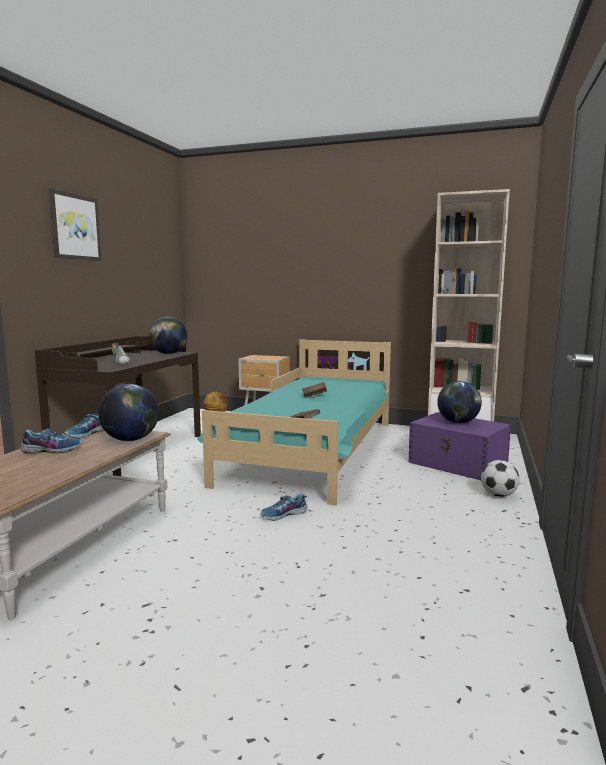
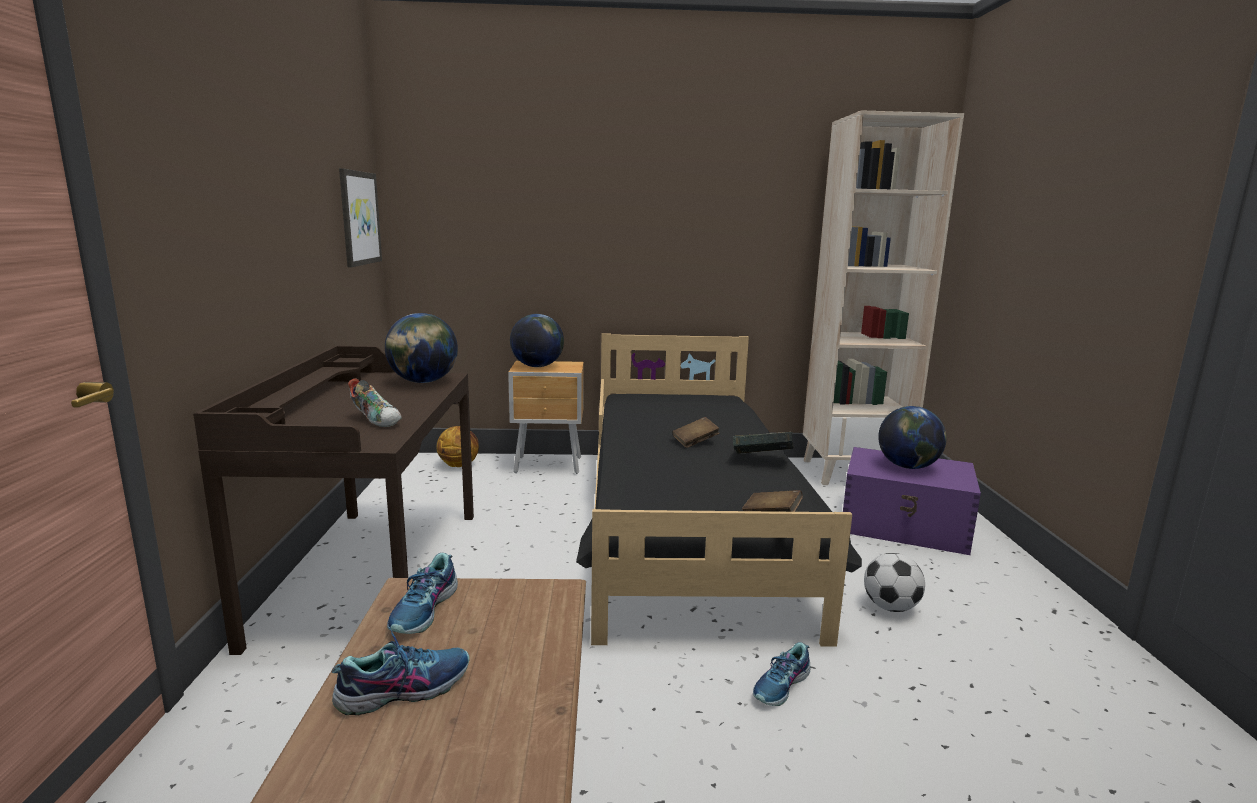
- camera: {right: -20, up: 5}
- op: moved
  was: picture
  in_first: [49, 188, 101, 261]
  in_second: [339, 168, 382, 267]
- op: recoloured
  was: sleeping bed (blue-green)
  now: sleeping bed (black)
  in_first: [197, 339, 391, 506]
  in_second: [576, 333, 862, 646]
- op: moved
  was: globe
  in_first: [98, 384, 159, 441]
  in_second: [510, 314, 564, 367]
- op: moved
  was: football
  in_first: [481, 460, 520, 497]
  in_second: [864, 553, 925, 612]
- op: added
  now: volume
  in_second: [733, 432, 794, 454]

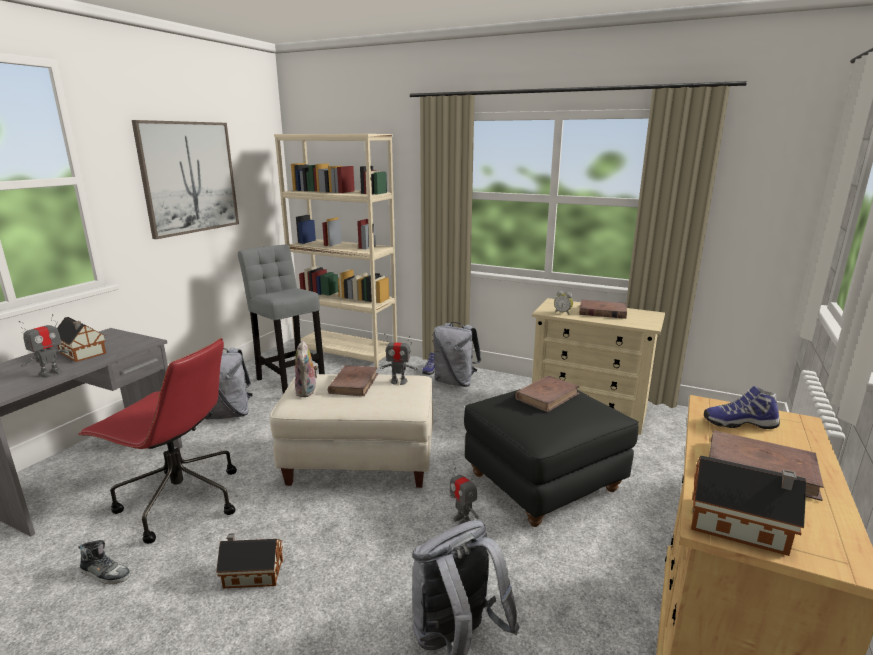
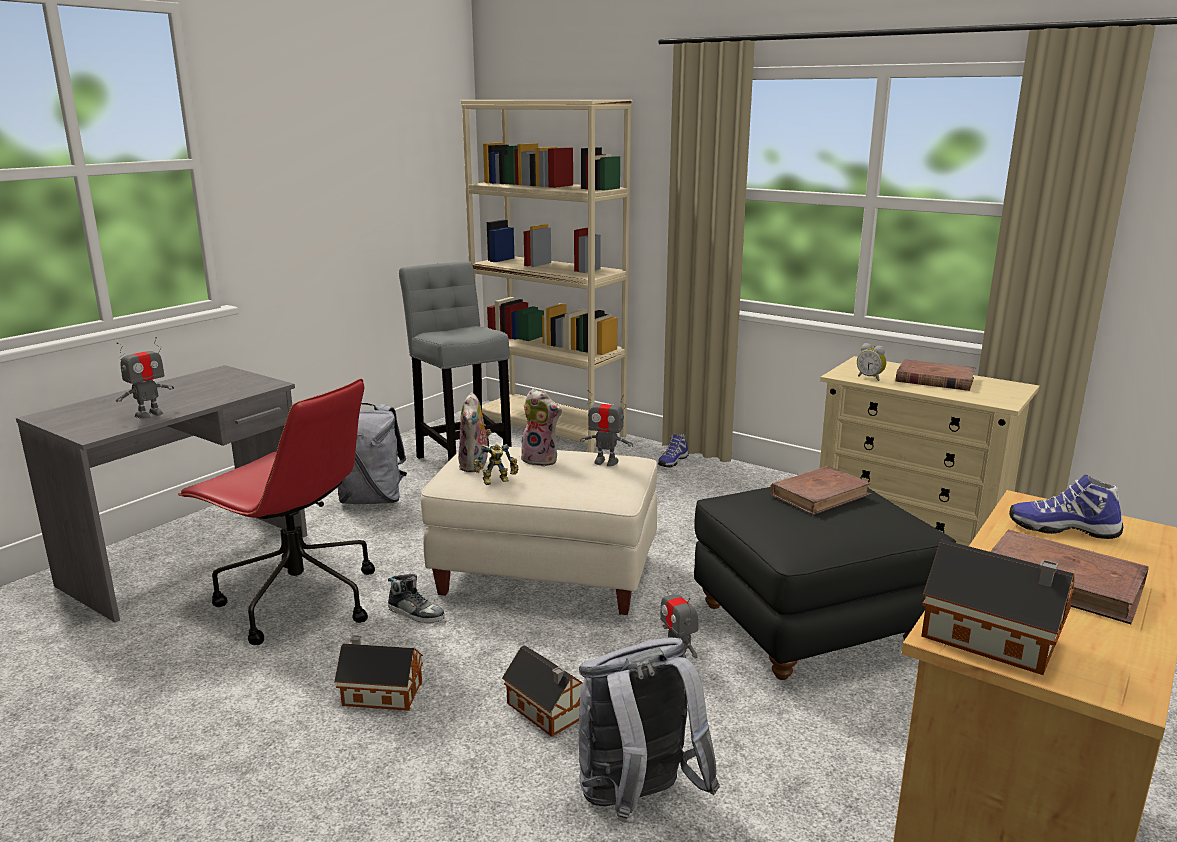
- camera: {right: 10, up: 0}
- op: removed
  was: picture
  in_first: [132, 120, 239, 239]
- op: moved
  was: miniature house
  in_first: [57, 317, 106, 362]
  in_second: [502, 645, 583, 737]
- op: removed
  was: knapsack (gray)
  in_first: [433, 322, 481, 387]
- op: replaced
  was: volume (brown-coloured)
  now: soft toy
  in_first: [328, 365, 378, 396]
  in_second: [521, 389, 562, 467]
- op: moved
  was: item of footwear
  in_first: [79, 540, 131, 584]
  in_second: [388, 574, 445, 623]
- op: added
  now: toy robot
  in_second: [474, 444, 518, 485]

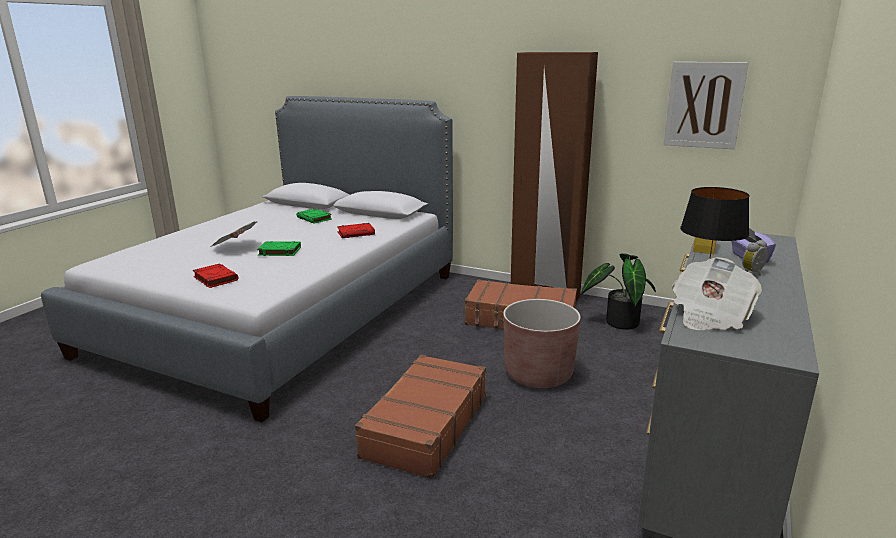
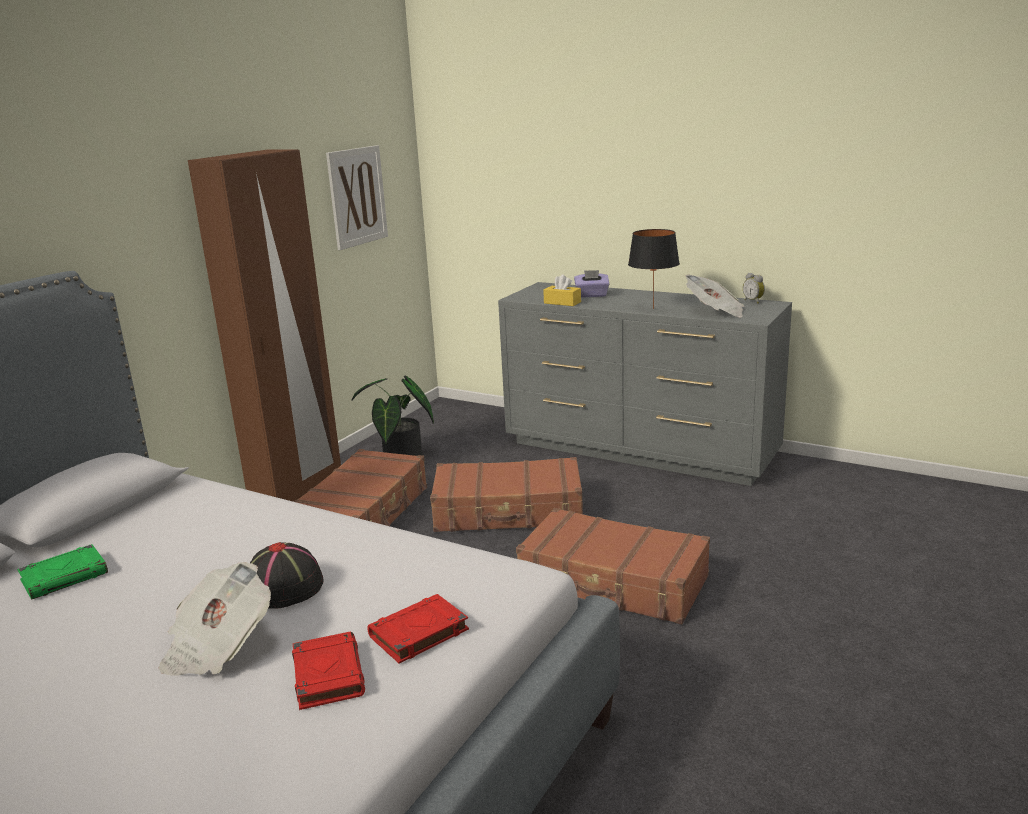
- camera: {right: -85, up: 0}
- op: moved
  was: volume (red-coloured)
  in_first: [337, 223, 375, 238]
  in_second: [292, 632, 365, 710]
- op: moved
  was: alarm clock
  in_first: [742, 240, 768, 276]
  in_second: [743, 273, 765, 304]
- op: replaced
  was: volume (green)
  now: hat (black)
  in_first: [257, 241, 301, 256]
  in_second: [250, 542, 324, 609]
- op: replaced
  was: flower pot (brown-coloured)
  now: piece of luggage (brown-coloured)
  in_first: [503, 299, 581, 388]
  in_second: [430, 457, 583, 532]

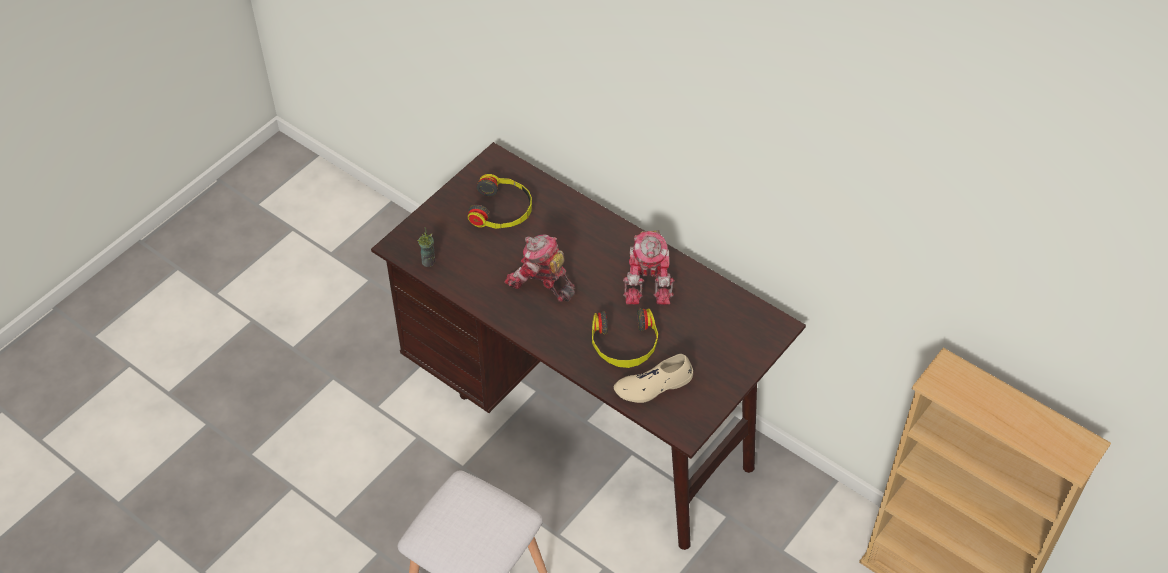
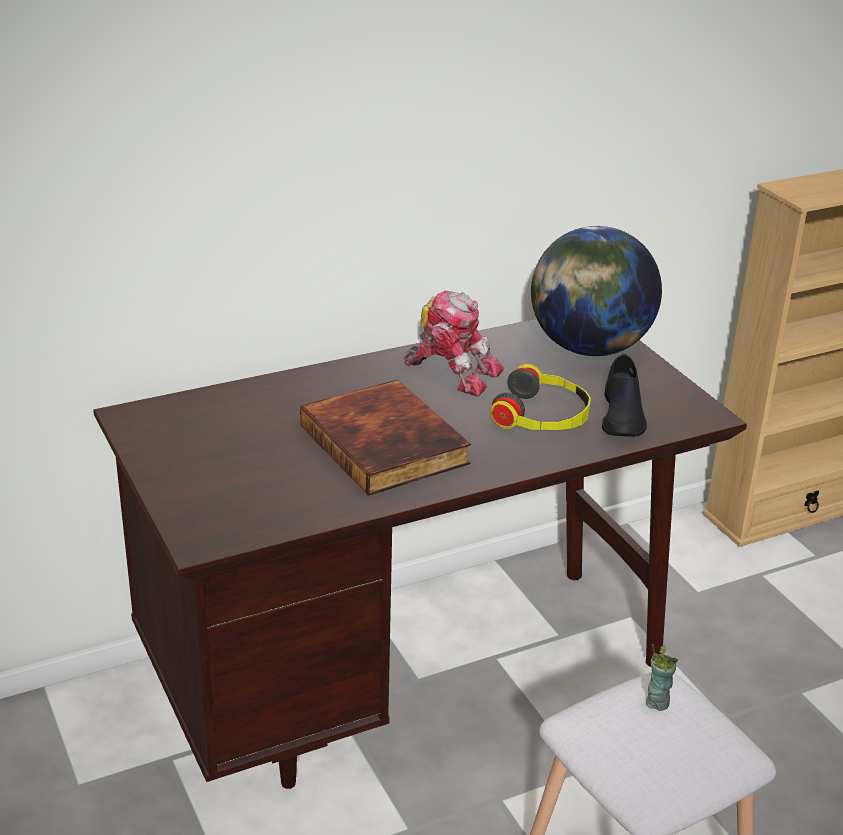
- camera: {right: -65, up: -20}
- op: removed
  was: headphones
  in_first: [468, 174, 532, 229]
- op: moved
  was: drinking cup
  in_first: [417, 227, 435, 267]
  in_second: [646, 644, 678, 711]
- op: replaced
  was: toy robot
  now: volume
  in_first: [504, 235, 575, 302]
  in_second: [300, 379, 471, 496]
- op: recoloured
  was: item of footwear (beige-coloured)
  now: item of footwear (black)
  in_first: [614, 354, 693, 403]
  in_second: [602, 354, 647, 437]
- op: added
  now: globe
  in_second: [531, 226, 662, 356]

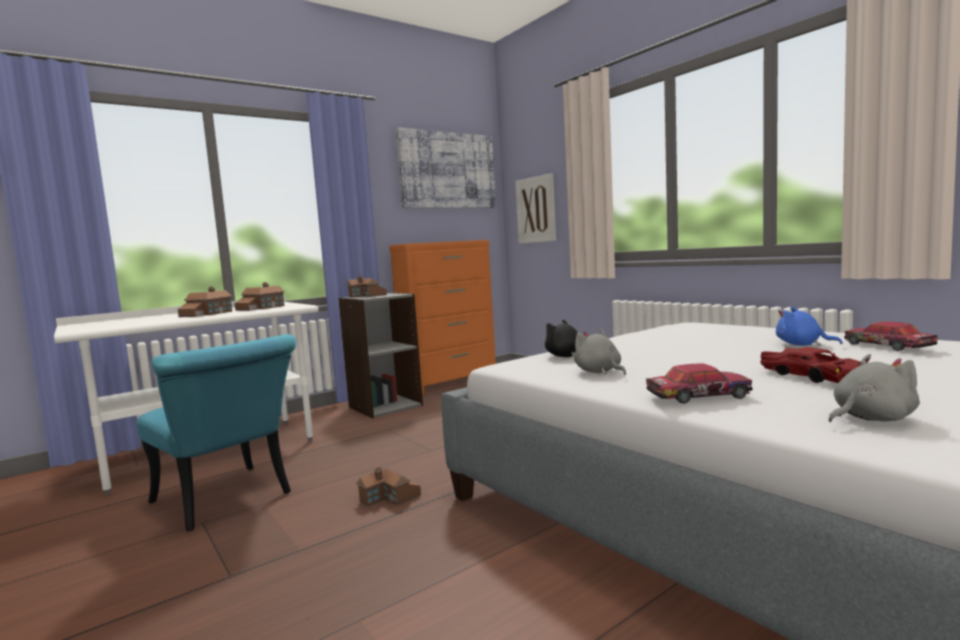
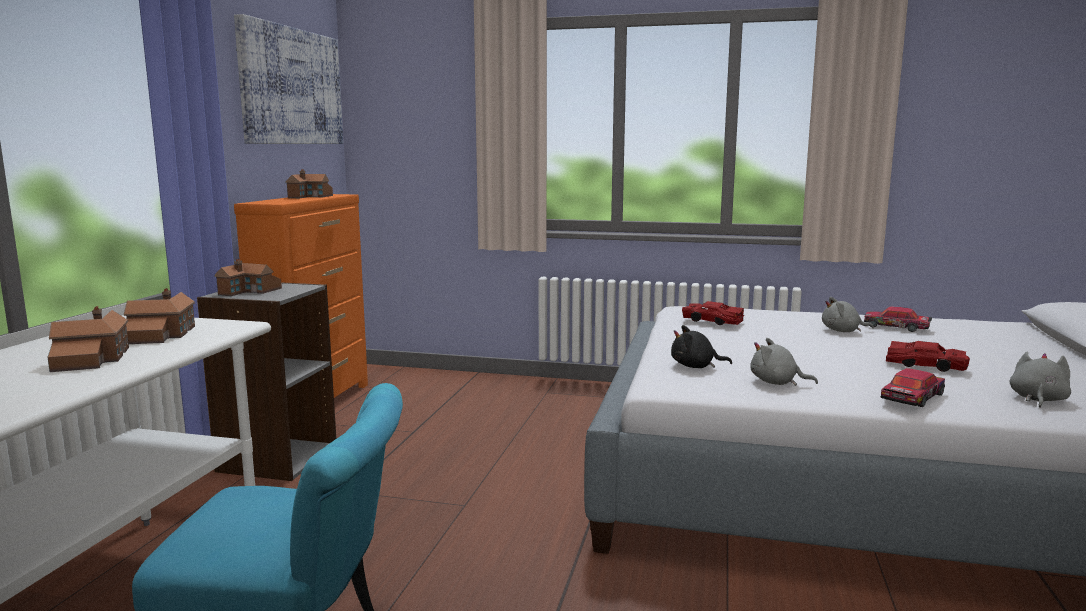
- camera: {right: -40, up: 5}
- op: removed
  was: picture
  in_first: [515, 173, 556, 243]
- op: recoloured
  was: soft toy (blue)
  now: soft toy (gray)
  in_first: [776, 307, 842, 346]
  in_second: [822, 297, 874, 332]
- op: moved
  was: miniature house
  in_first: [356, 467, 421, 506]
  in_second: [285, 169, 333, 198]
- op: added
  now: toy car (red-coloured)
  in_second: [682, 301, 744, 325]

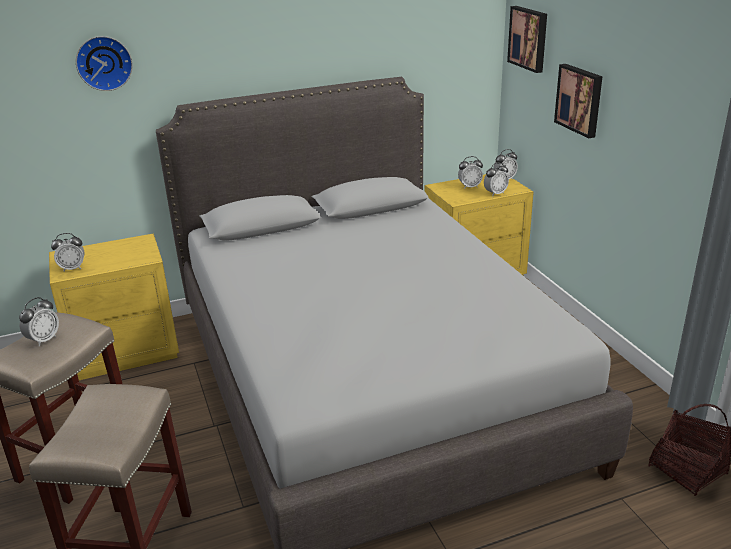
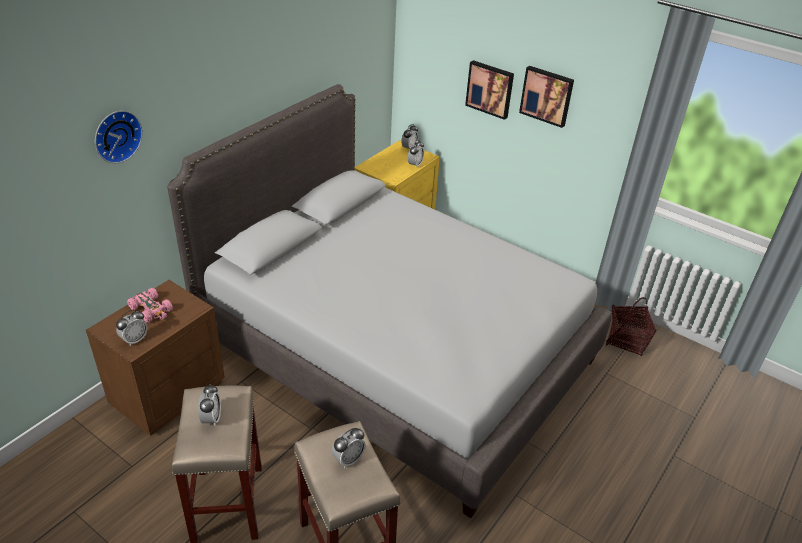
- camera: {right: -35, up: 10}
- op: moved
  was: picture
  in_first: [507, 6, 547, 73]
  in_second: [519, 66, 574, 128]
- op: moved
  was: alarm clock
  in_first: [458, 156, 483, 189]
  in_second: [332, 428, 366, 468]
- op: recoloured
  was: bedside table (yellow-coloured)
  now: bedside table (brown-coloured)
  in_first: [49, 233, 179, 380]
  in_second: [86, 280, 225, 436]
- op: added
  now: toy car (pink-coloured)
  in_second: [127, 288, 173, 323]

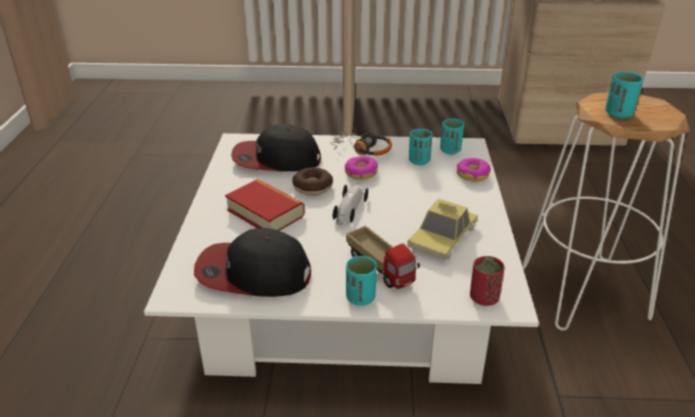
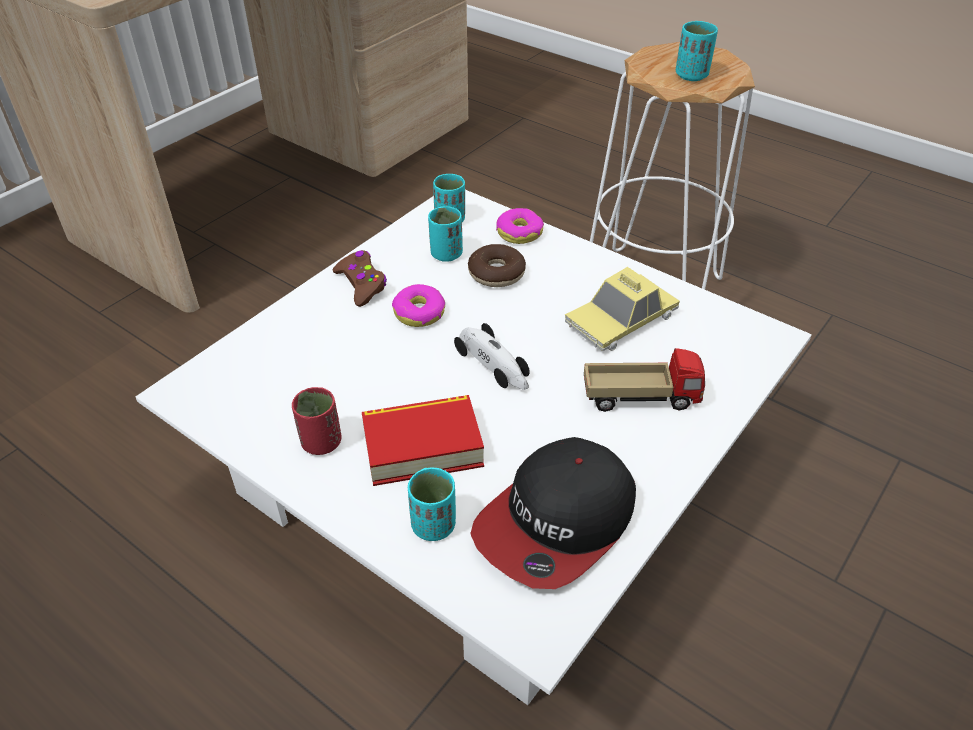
- camera: {right: -55, up: 10}
- op: removed
  was: baseball cap
  in_first: [231, 124, 321, 172]
- op: replaced
  was: headphones
  now: joypad (brown-coloured)
  in_first: [330, 127, 392, 156]
  in_second: [332, 250, 387, 307]
- op: moved
  was: doughnut
  in_first: [292, 167, 333, 196]
  in_second: [468, 244, 526, 287]
- op: turned
  was: toy car
  in_first: [407, 198, 478, 260]
  in_second: [565, 267, 680, 351]
  clockwise: 75
- op: moved
  was: drinking cup (blue-green)
  in_first: [346, 256, 377, 306]
  in_second: [408, 467, 456, 541]
- op: moved
  was: drinking cup (red-coloured)
  in_first: [470, 256, 505, 306]
  in_second: [292, 387, 342, 455]

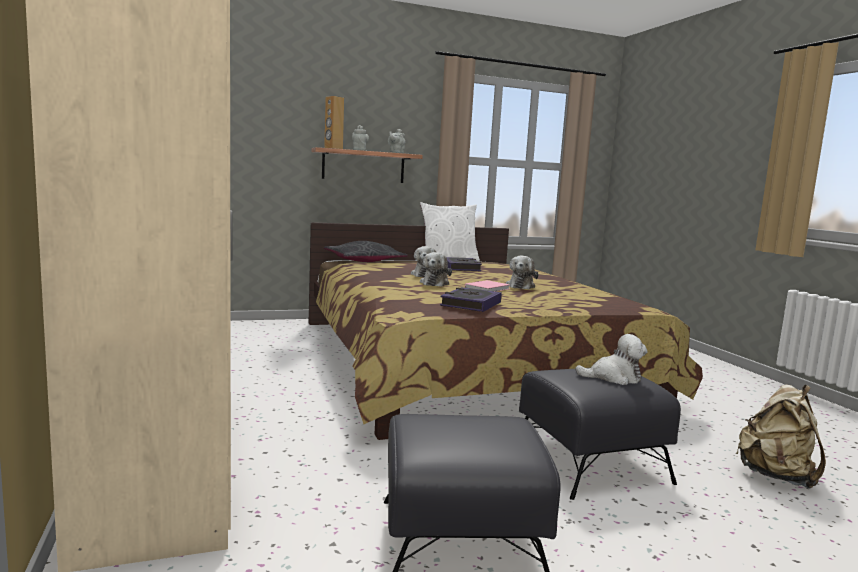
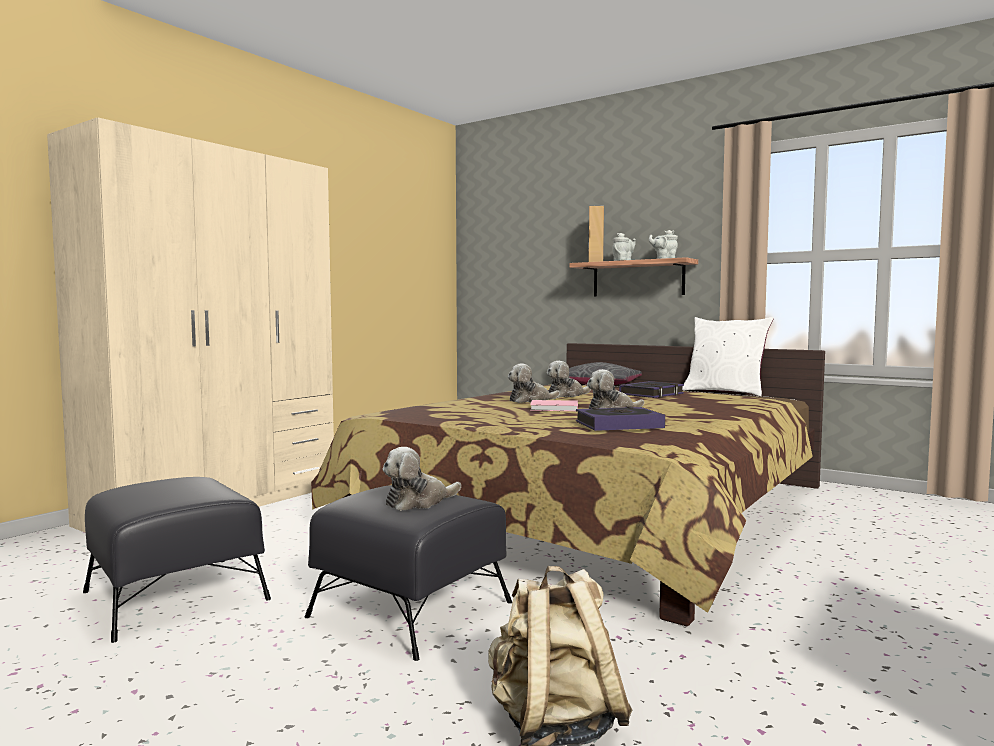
- camera: {right: 55, up: -5}
- op: moved
  was: volume
  in_first: [440, 287, 502, 312]
  in_second: [576, 406, 665, 431]
- op: turned
  was: soft toy
  in_first: [575, 334, 648, 385]
  in_second: [382, 447, 461, 511]
  clockwise: 90

